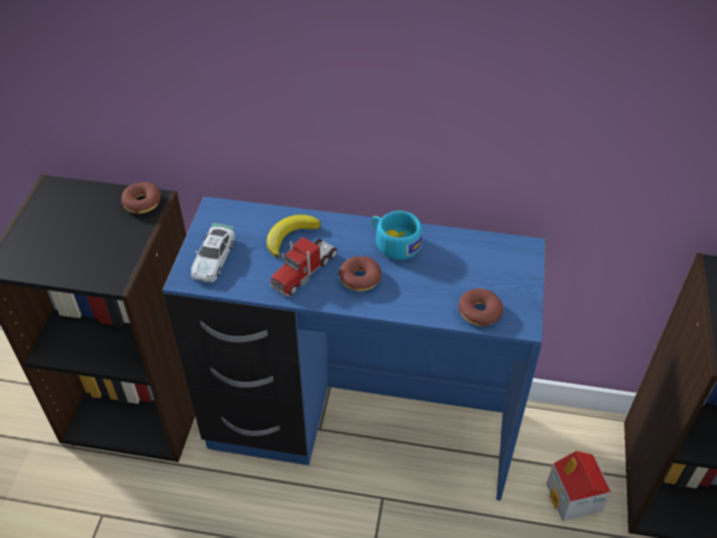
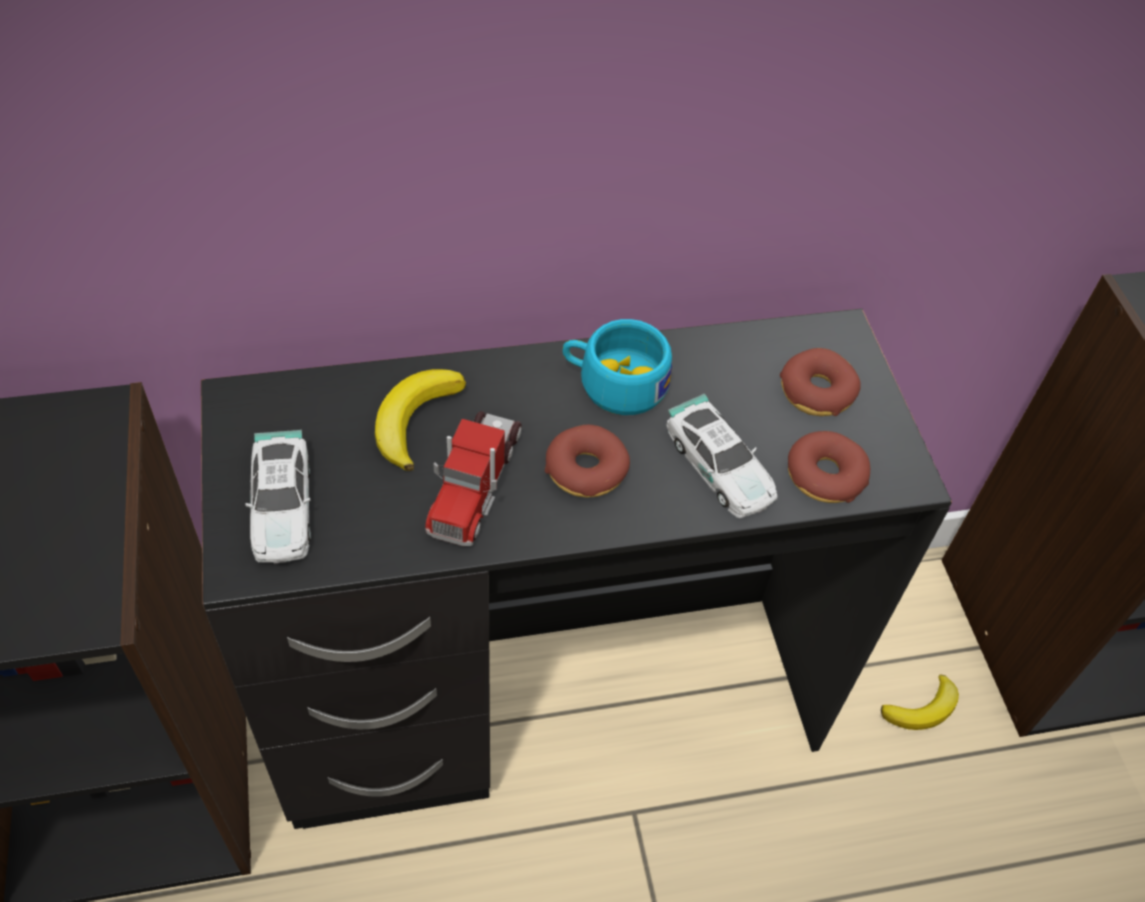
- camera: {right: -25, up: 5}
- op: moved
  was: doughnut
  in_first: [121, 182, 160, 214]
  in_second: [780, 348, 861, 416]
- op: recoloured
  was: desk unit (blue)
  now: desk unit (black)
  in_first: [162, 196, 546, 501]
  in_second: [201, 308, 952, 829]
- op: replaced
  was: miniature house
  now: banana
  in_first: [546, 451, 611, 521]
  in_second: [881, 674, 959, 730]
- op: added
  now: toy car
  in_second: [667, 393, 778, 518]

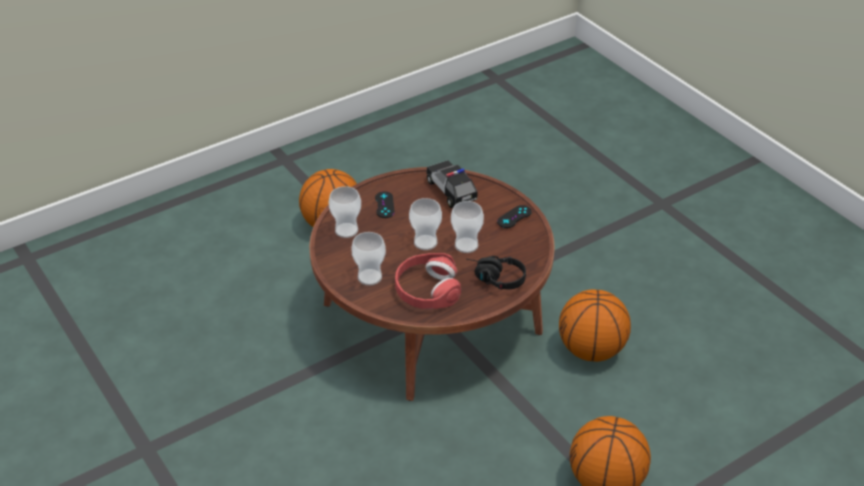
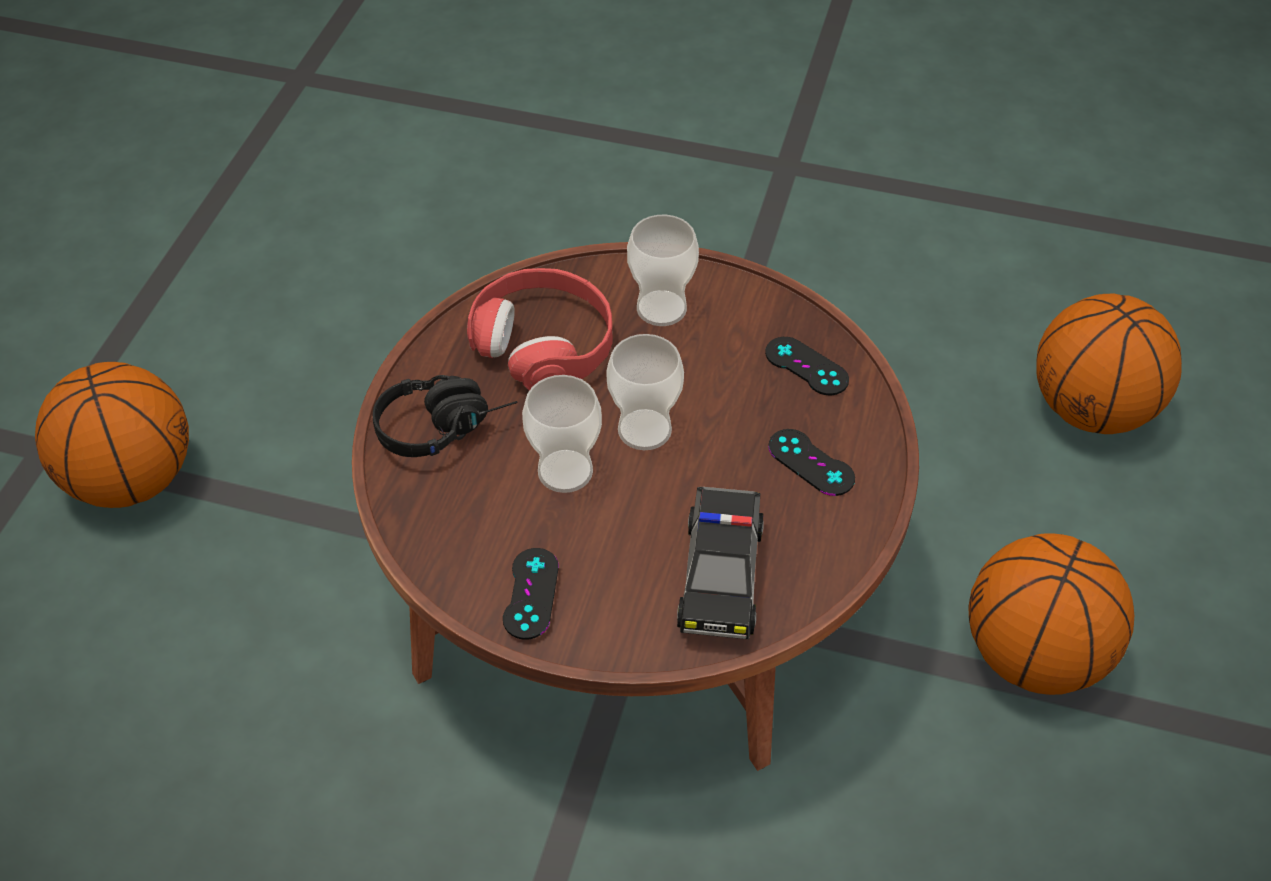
- camera: {right: 140, up: 10}
- op: turned
  was: toy car
  in_first: [426, 160, 477, 208]
  in_second: [677, 487, 764, 640]
  clockwise: 75
- op: replaced
  was: drinking cup
  now: joypad (black)
  in_first: [329, 186, 361, 238]
  in_second: [765, 337, 849, 395]
- op: moved
  was: basketball ball
  in_first: [559, 289, 631, 362]
  in_second: [1036, 293, 1182, 434]

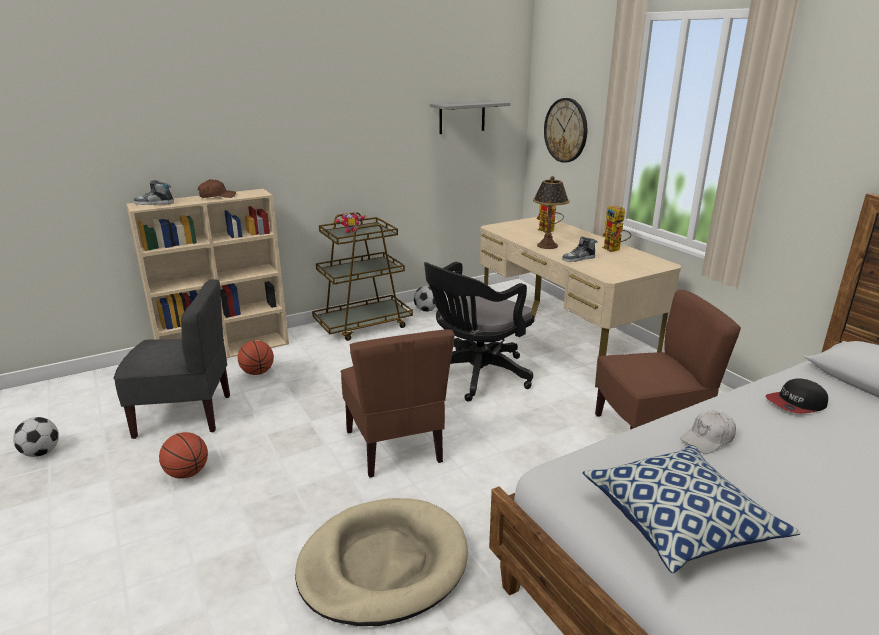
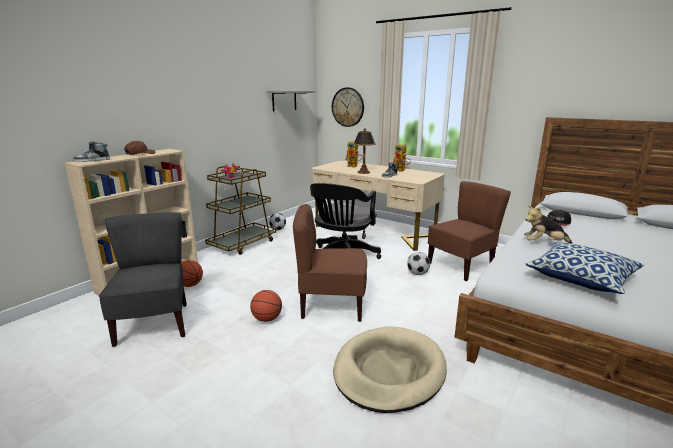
- camera: {right: -25, up: -5}
- op: turned
  was: chair (gray)
  in_first: [114, 279, 230, 439]
  in_second: [99, 212, 187, 347]
  clockwise: -75
- op: turned
  was: chair (brown-coloured)
  in_first: [340, 329, 455, 478]
  in_second: [293, 204, 367, 322]
  clockwise: 135
- op: replaced
  was: baseball cap (white)
  now: soft toy
  in_first: [680, 410, 736, 454]
  in_second: [524, 205, 572, 243]
- op: moved
  was: football
  in_first: [13, 417, 59, 457]
  in_second: [407, 252, 430, 275]
- op: moved
  was: basketball ball
  in_first: [159, 432, 208, 479]
  in_second: [250, 290, 282, 322]

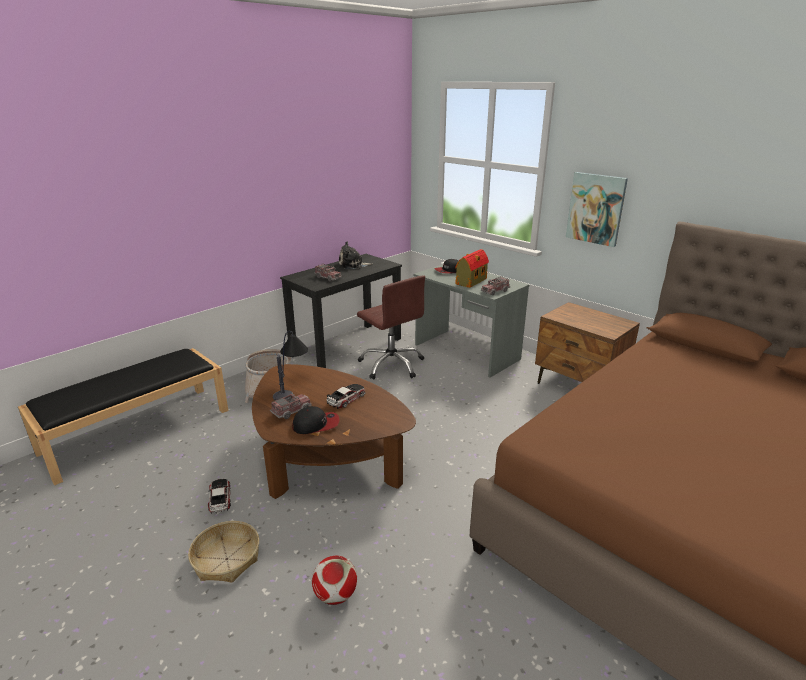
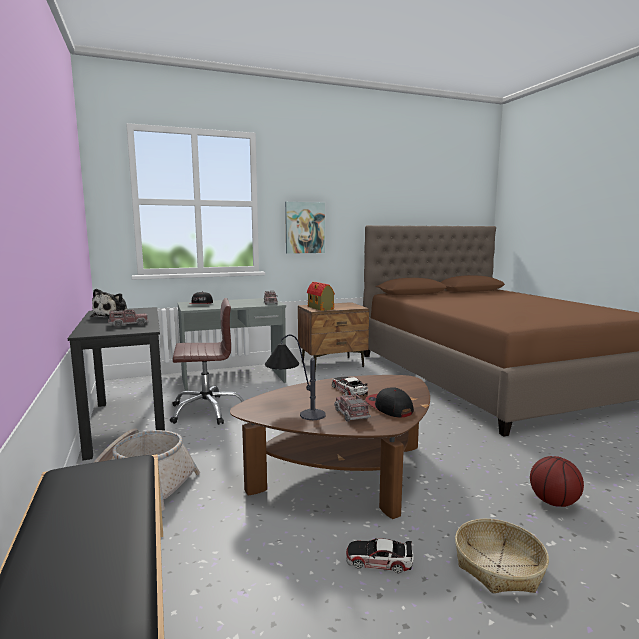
- camera: {right: -65, up: -15}
- op: moved
  was: miniature house
  in_first: [455, 249, 489, 288]
  in_second: [307, 282, 335, 311]
- op: turned
  was: baseball cap
  in_first: [292, 406, 339, 434]
  in_second: [365, 387, 414, 418]
  clockwise: -45
- op: replaced
  was: football
  now: basketball ball
  in_first: [312, 556, 357, 605]
  in_second: [530, 456, 584, 507]

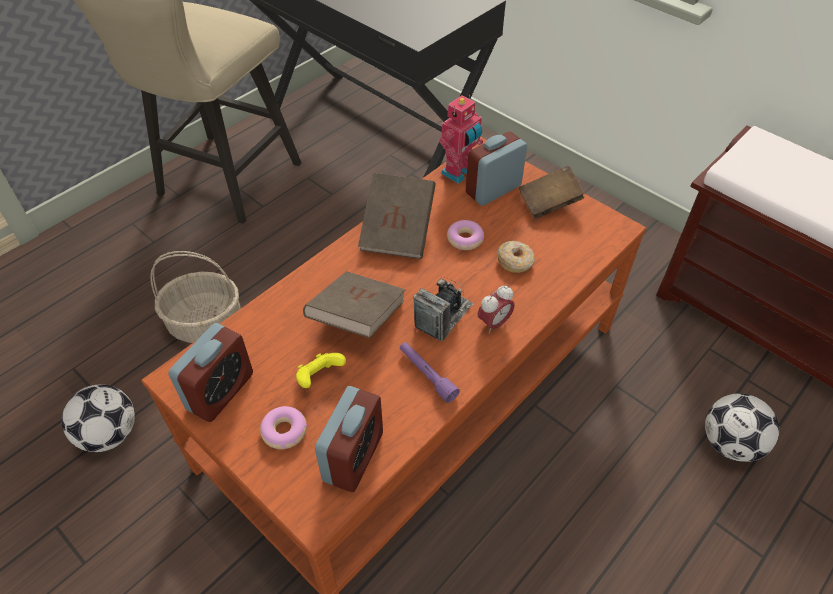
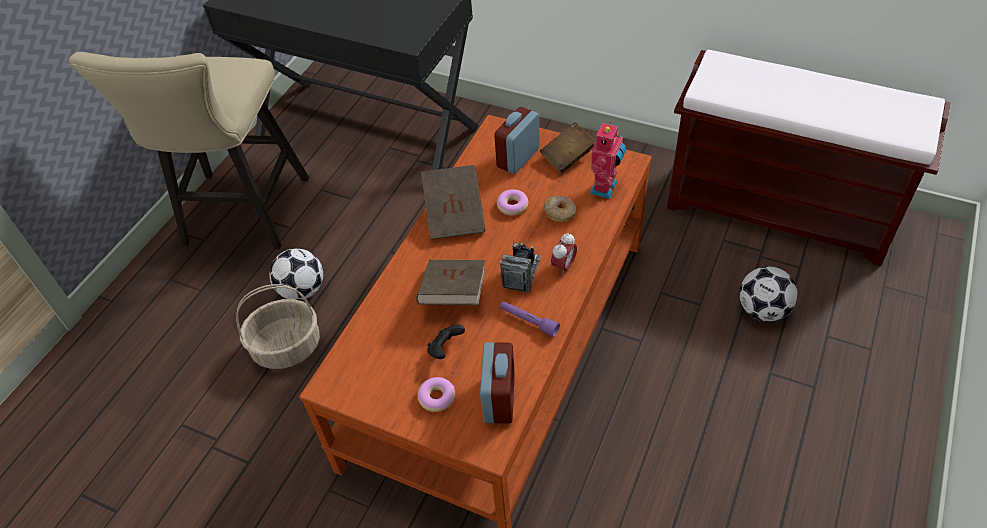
- camera: {right: -15, up: 0}
- op: moved
  was: toy robot
  in_first: [440, 95, 483, 184]
  in_second: [589, 122, 626, 199]
- op: removed
  was: alarm clock
  in_first: [168, 323, 253, 422]
- op: recoloured
  was: joypad (yellow-coloured)
  now: joypad (black)
  in_first: [296, 353, 346, 388]
  in_second: [427, 324, 465, 359]
- op: moved
  was: football
  in_first: [62, 384, 135, 452]
  in_second: [269, 248, 323, 300]

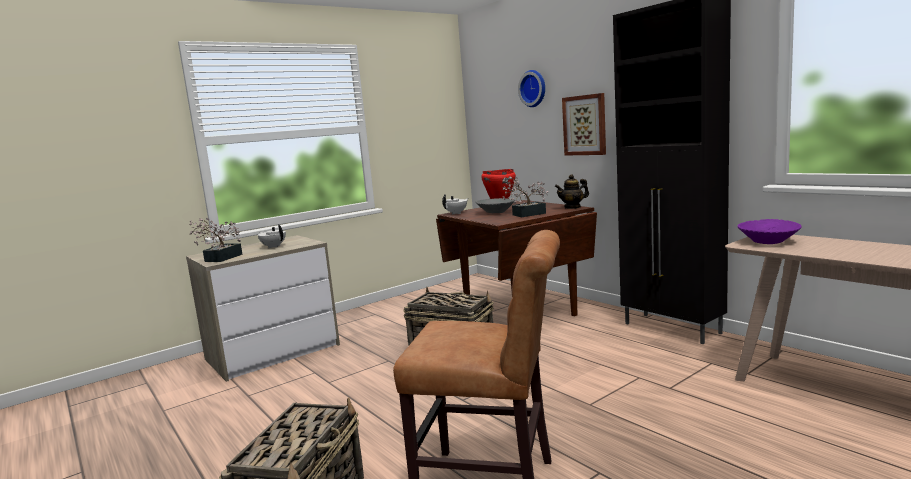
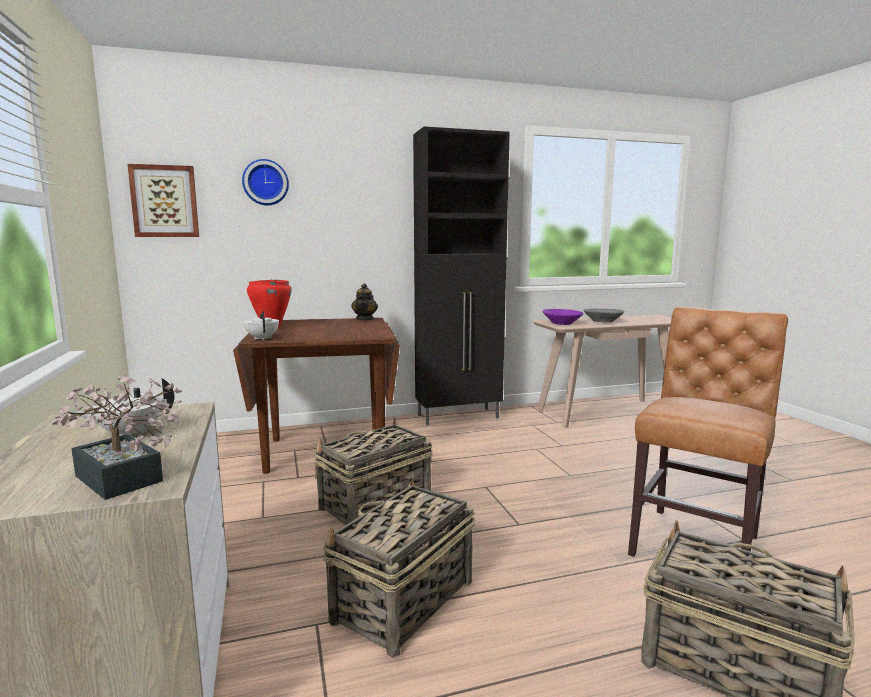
- camera: {right: -70, up: 0}
- op: moved
  was: picture
  in_first: [562, 93, 606, 156]
  in_second: [127, 164, 199, 237]
- op: removed
  was: plant in a pot
  in_first: [502, 176, 548, 217]
- op: moved
  was: serving bowl (gray)
  in_first: [476, 198, 515, 213]
  in_second: [583, 309, 624, 322]
- op: added
  now: storage basket
  in_second: [323, 477, 475, 658]

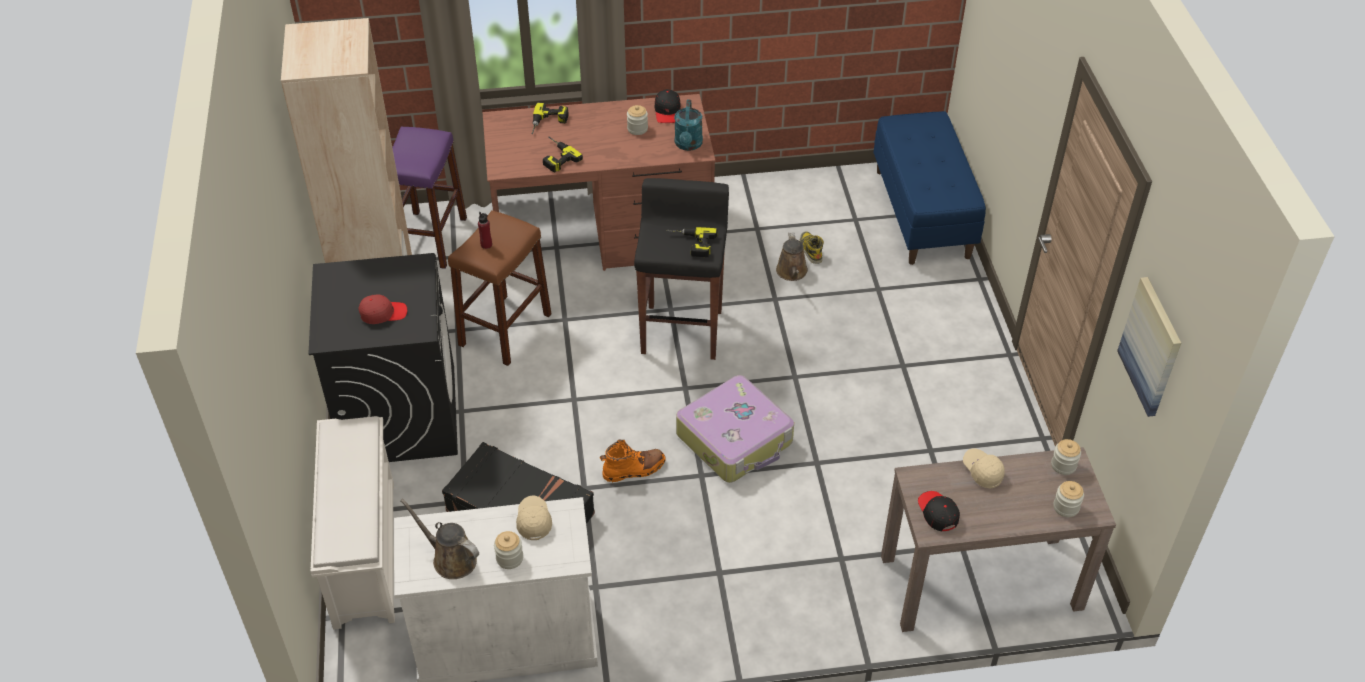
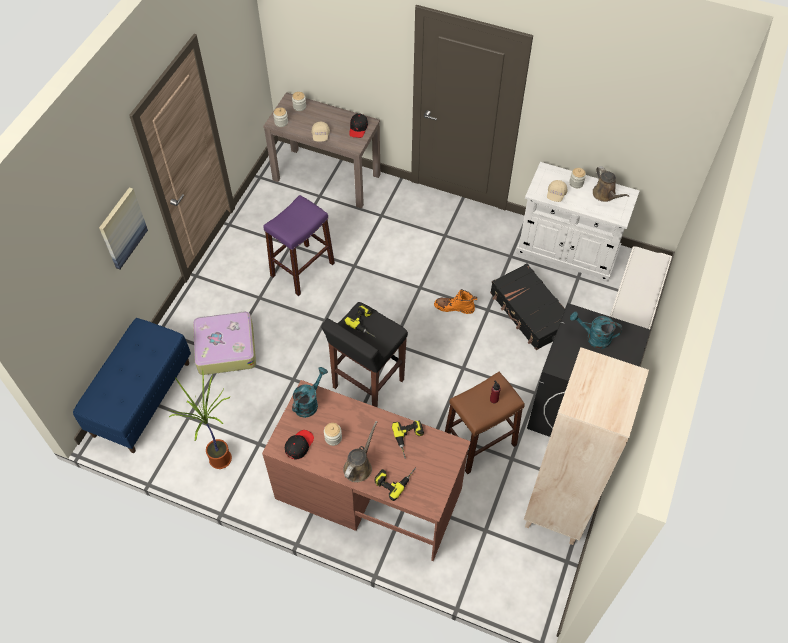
- camera: {right: -150, up: 10}
- op: moved
  was: stool seat (purple-coloured)
  in_first: [392, 127, 467, 269]
  in_second: [263, 195, 335, 296]
- op: removed
  was: tall boot
  in_first: [800, 231, 824, 264]
- op: moved
  was: sprinkling can (brown-coloured)
  in_first: [776, 232, 808, 281]
  in_second: [343, 421, 378, 482]
- op: moved
  was: picture
  in_first: [1117, 277, 1181, 417]
  in_second: [99, 187, 148, 269]
- op: replaced
  was: baseball cap (red-coloured)
  now: sprinkling can (blue-green)
  in_first: [359, 295, 407, 324]
  in_second: [570, 312, 622, 349]
- op: moved
  was: piece of luggage
  in_first: [676, 375, 794, 483]
  in_second: [193, 311, 256, 375]
- op: added
  now: plant in a pot
  in_second: [169, 370, 232, 469]

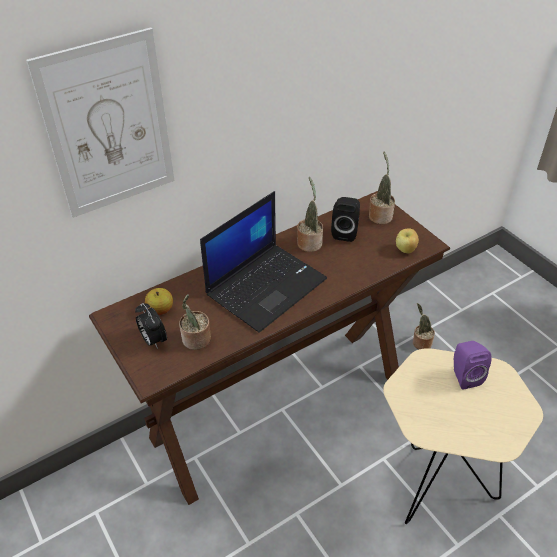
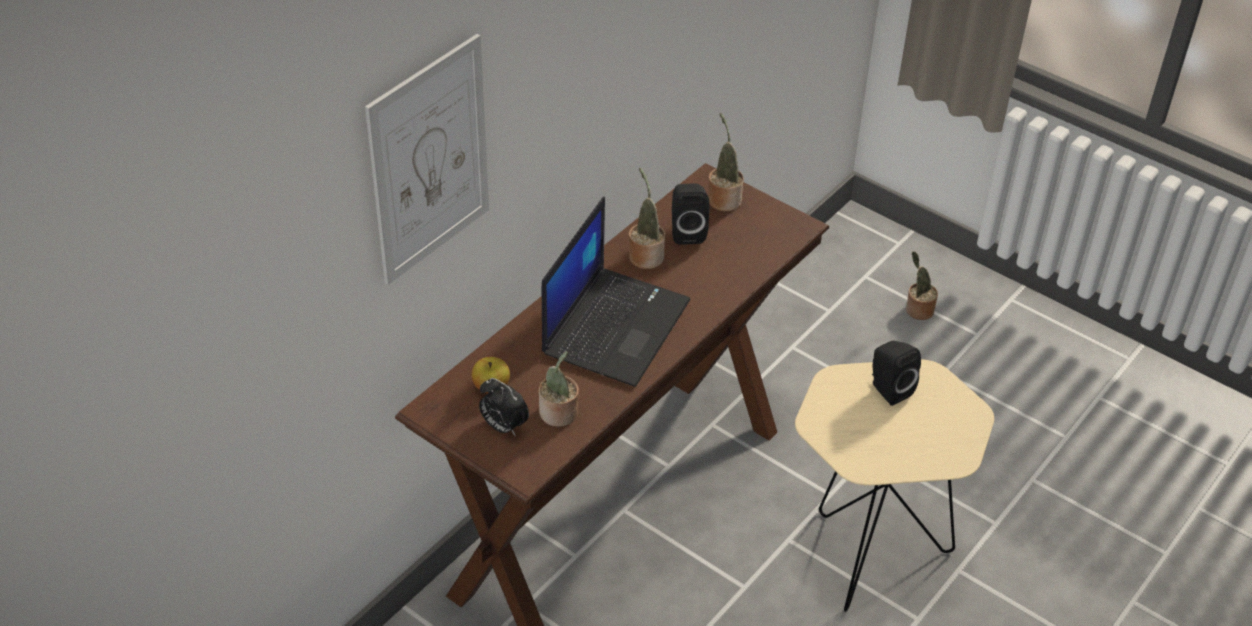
- camera: {right: -20, up: 0}
- op: removed
  was: apple fruit
  in_first: [396, 228, 419, 253]
- op: moved
  was: plant in a pot
  in_first: [413, 303, 435, 349]
  in_second: [906, 251, 938, 320]
- op: recoloured
  was: speaker (purple-coloured)
  now: speaker (black)
  in_first: [454, 341, 492, 389]
  in_second: [872, 341, 921, 406]

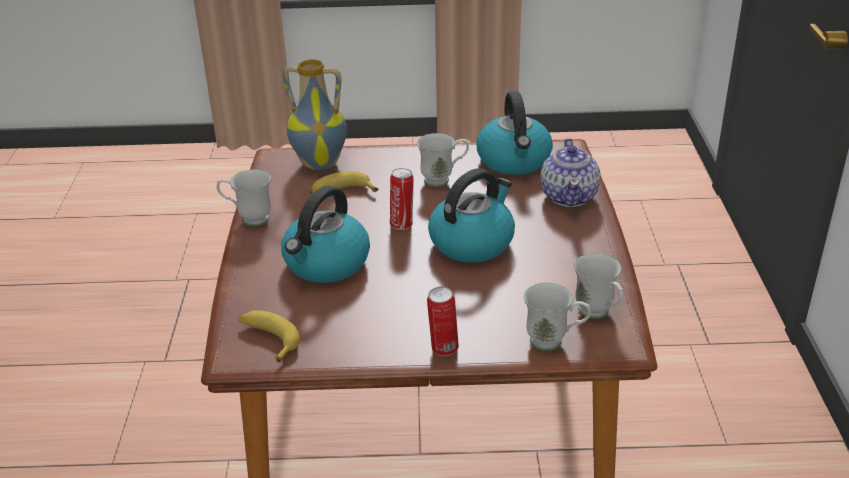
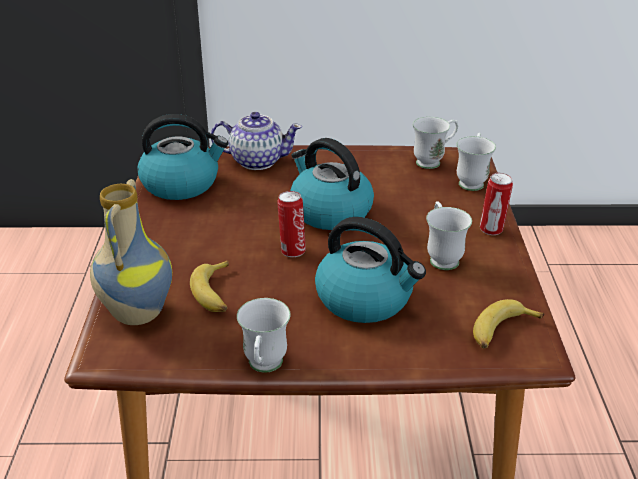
- camera: {right: -90, up: 0}
- op: moved
  was: tea mug (white)
  in_first: [417, 133, 469, 187]
  in_second: [426, 201, 472, 270]

